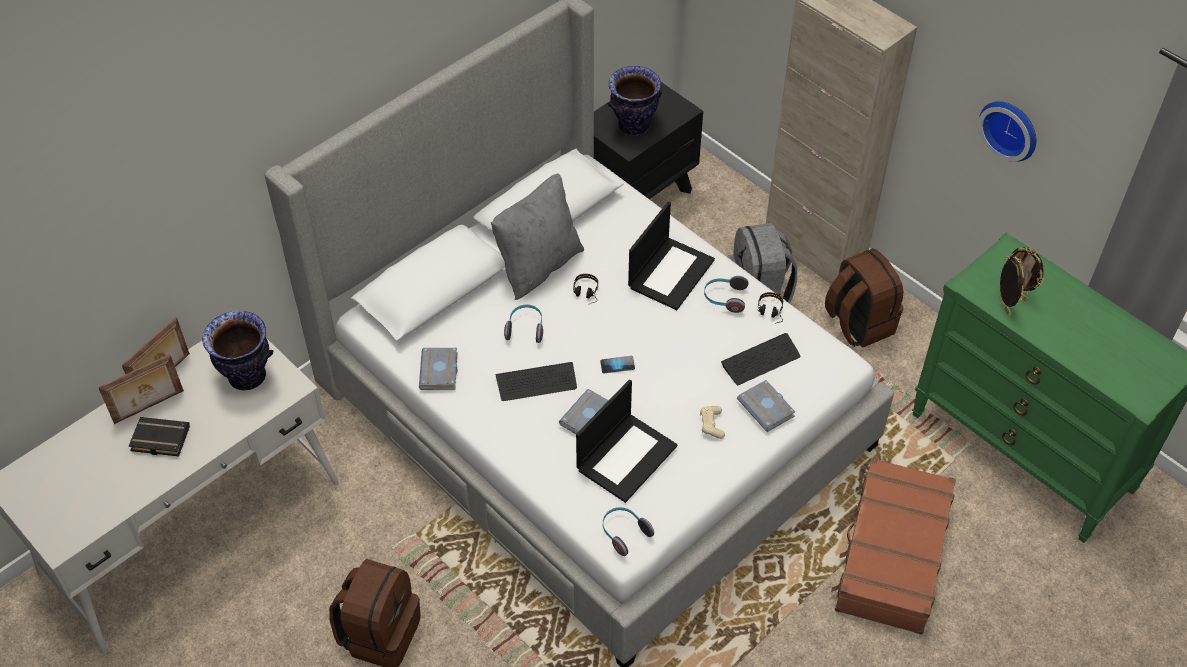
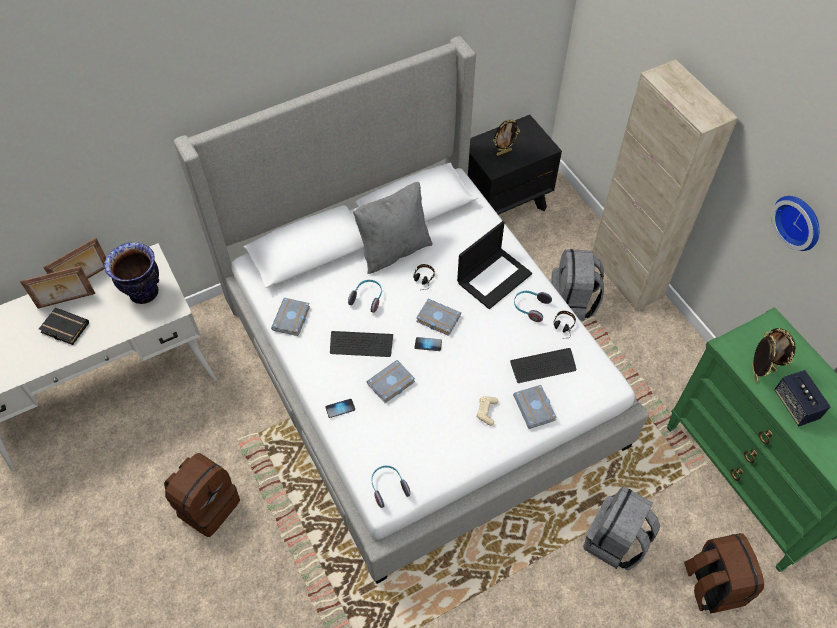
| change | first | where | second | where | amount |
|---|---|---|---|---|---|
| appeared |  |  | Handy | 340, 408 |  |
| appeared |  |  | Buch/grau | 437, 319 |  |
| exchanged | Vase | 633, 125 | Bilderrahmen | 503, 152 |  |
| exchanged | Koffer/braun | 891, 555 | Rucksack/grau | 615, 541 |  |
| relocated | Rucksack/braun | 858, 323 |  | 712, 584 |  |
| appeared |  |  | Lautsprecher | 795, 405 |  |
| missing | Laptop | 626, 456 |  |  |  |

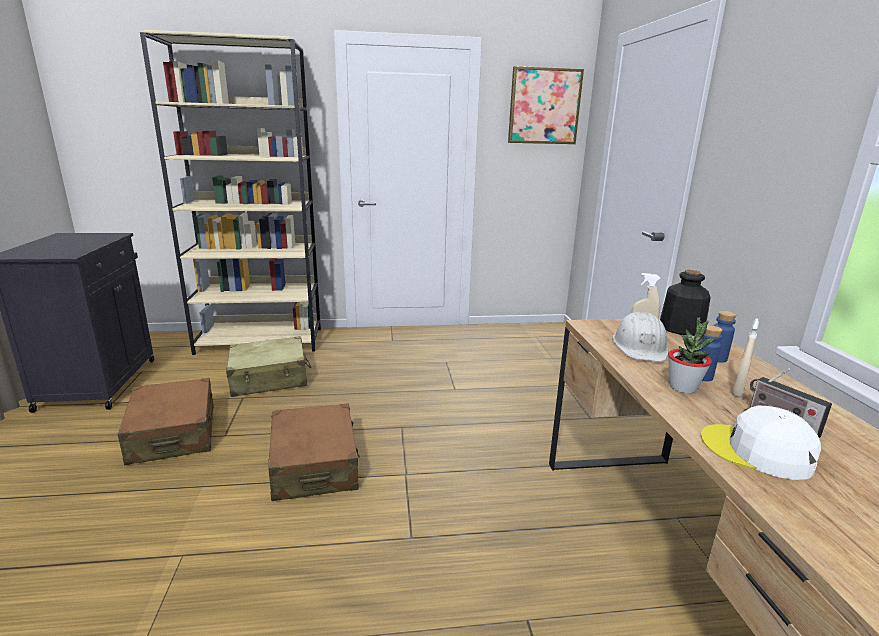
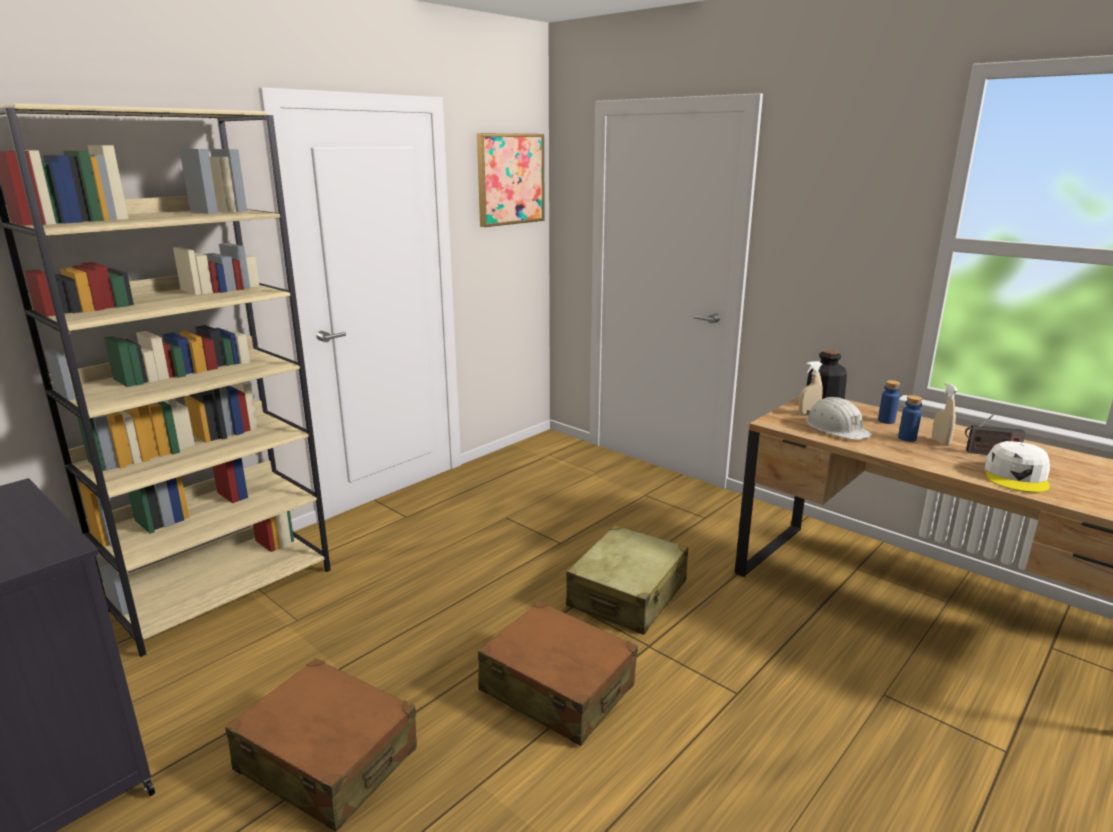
| change | first | where | second | where | amount |
|---|---|---|---|---|---|
| relocated | Koffer/beige | 269, 378 |  | 628, 594 |  |
| spun | Kappe/weiß | 757, 451 |  | 1016, 477 | 60 degrees counterclockwise |
| missing | Topfpflanze | 683, 388 |  |  |  |

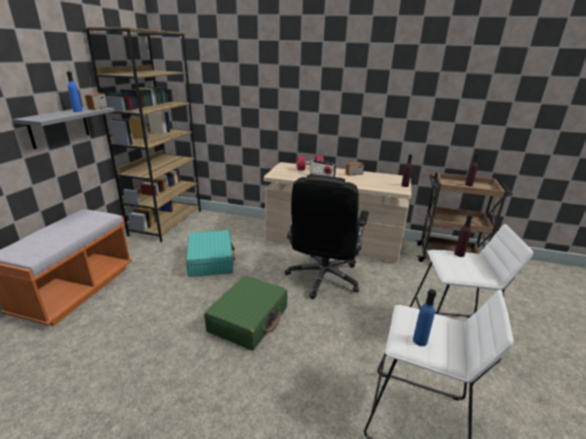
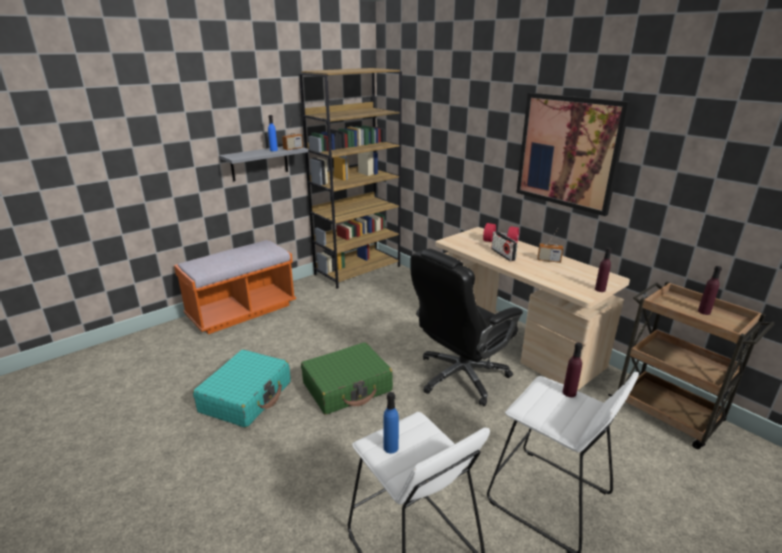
| change | first | where | second | where | amount |
|---|---|---|---|---|---|
| relocated | Koffer/türkis | 211, 260 |  | 246, 397 |  |
| appeared |  |  | Bild | 568, 152 |  |

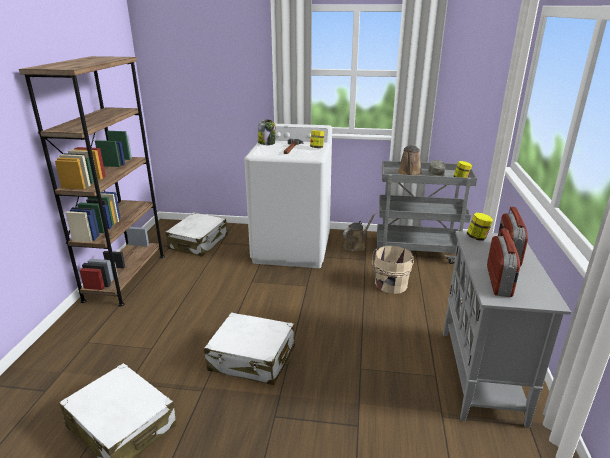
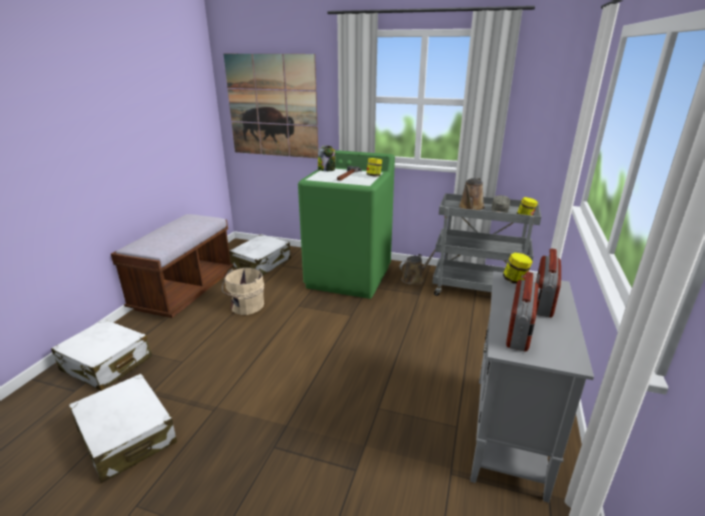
| change | first | where | second | where | amount |
|---|---|---|---|---|---|
| relocated | Koffer/weiß | 252, 358 |  | 106, 364 |  |
| exchanged | Bücherregal/braun | 125, 277 | Bank/braun | 184, 290 |  |
| relocated | Eimer/beige | 390, 285 |  | 246, 306 |  |
| appeared |  |  | Bild | 272, 106 |  |
| colour | Waschmaschine/weiß | 292, 249 | Waschmaschine/grün | 349, 277 |  |

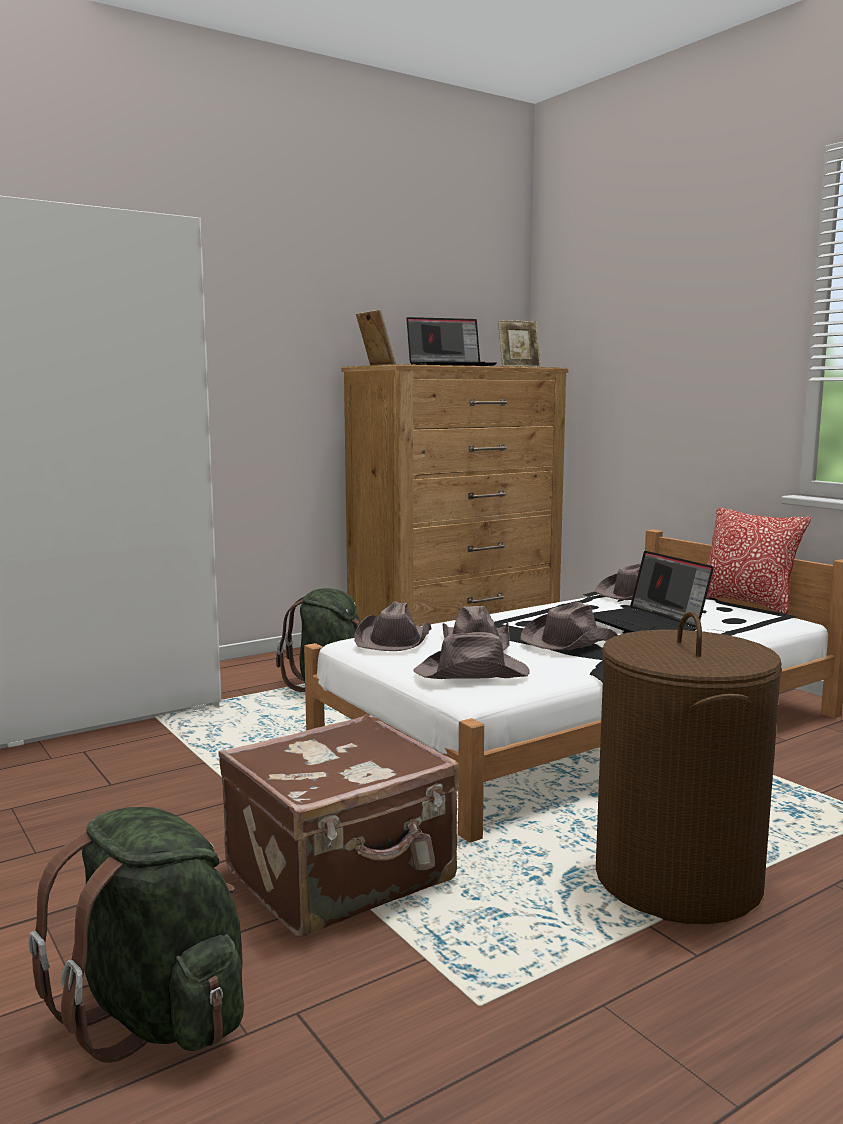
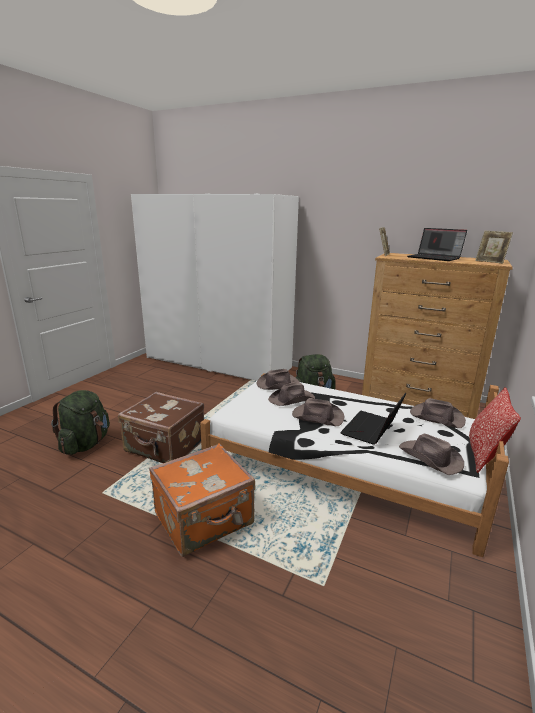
| change | first | where | second | where | amount |
|---|---|---|---|---|---|
| exchanged | Wäschekorb/braun | 676, 879 | Koffer/orange | 205, 520 |  |
| relocated | Hut/braun | 472, 674 |  | 430, 458 |  |

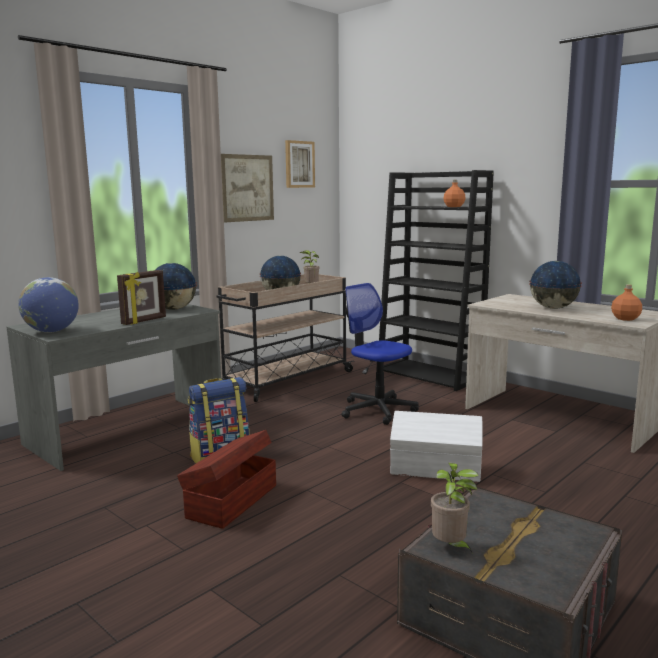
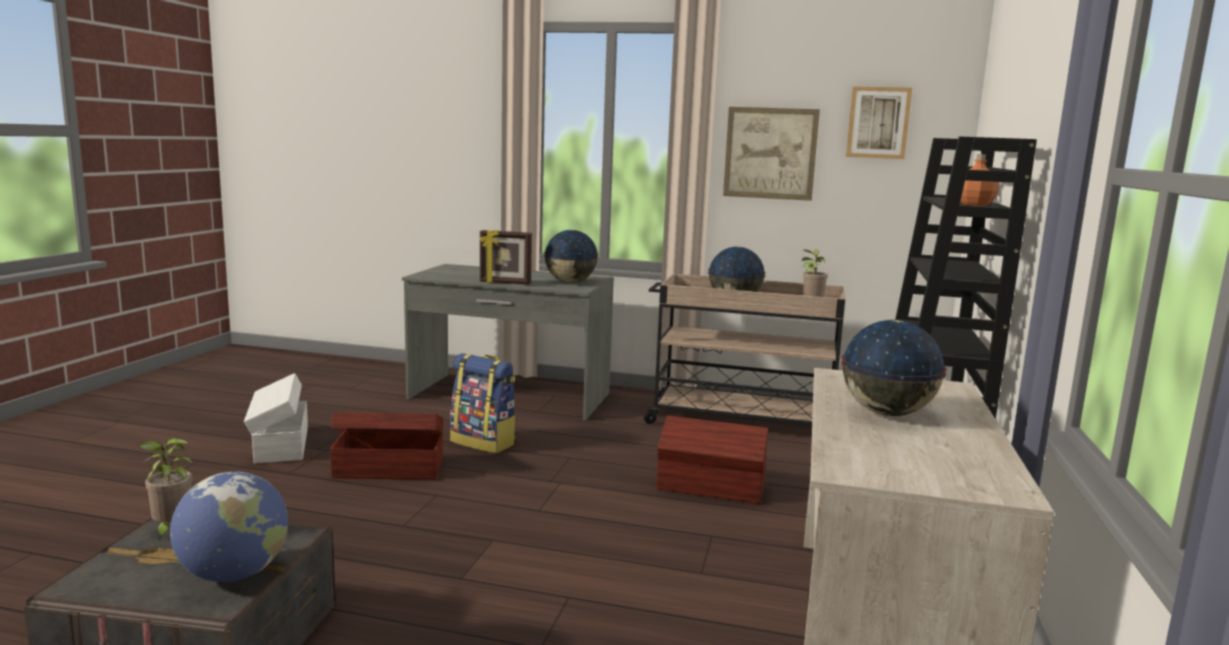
| change | first | where | second | where | amount |
|---|---|---|---|---|---|
| relocated | Globus | 52, 331 |  | 234, 574 |  |
| relocated | Aufbewahrungsbox/weiß | 436, 470 |  | 280, 444 |  |
| exchanged | Bürostuhl | 377, 410 | Aufbewahrungsbox/braun | 711, 488 |  |
| missing | Flasche/orange | 625, 319 |  |  |  |

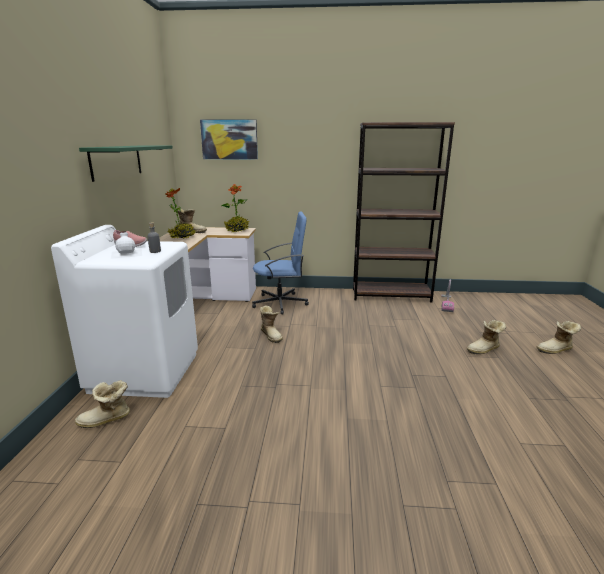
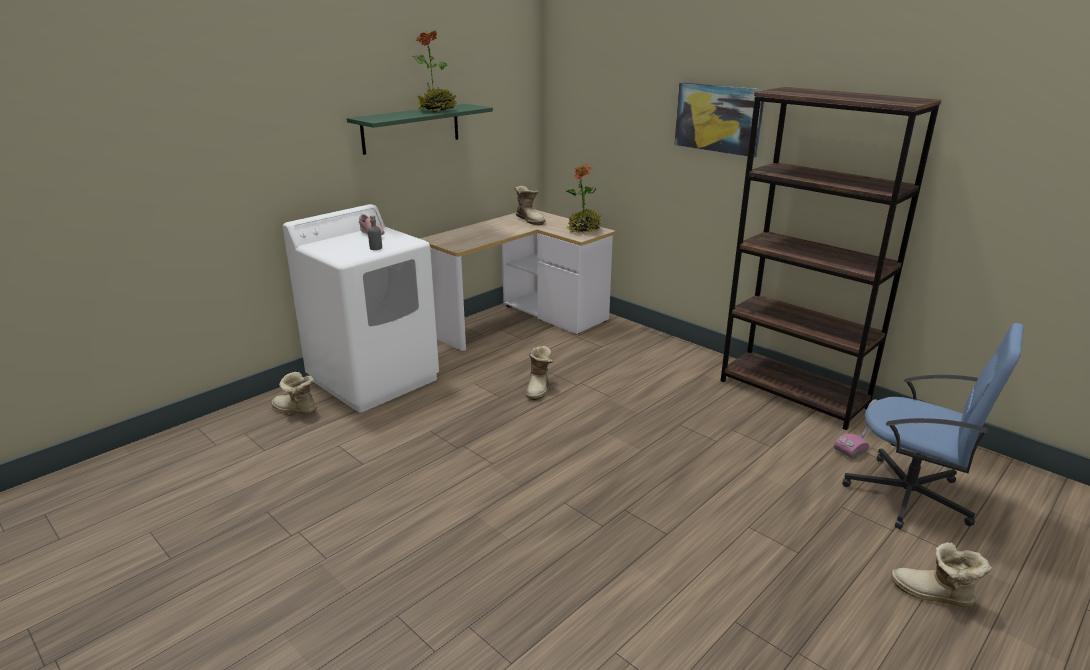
| change | first | where | second | where | amount |
|---|---|---|---|---|---|
| relocated | Topfpflanze | 182, 237 |  | 437, 110 |  |
| relocated | Bild | 229, 139 |  | 718, 118 |  |
| relocated | Bürostuhl/blau | 281, 303 |  | 910, 496 |  |
| missing | Flasche/weiß | 127, 253 |  |  |  |
| missing | Stiefel | 485, 350 |  |  |  |

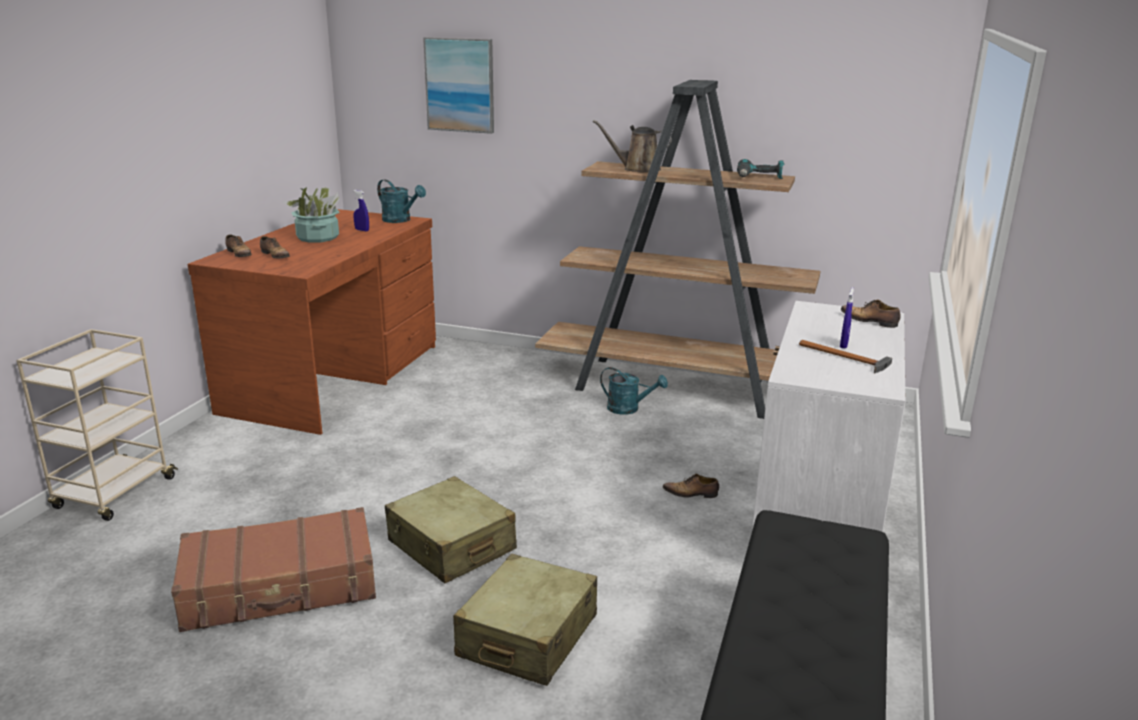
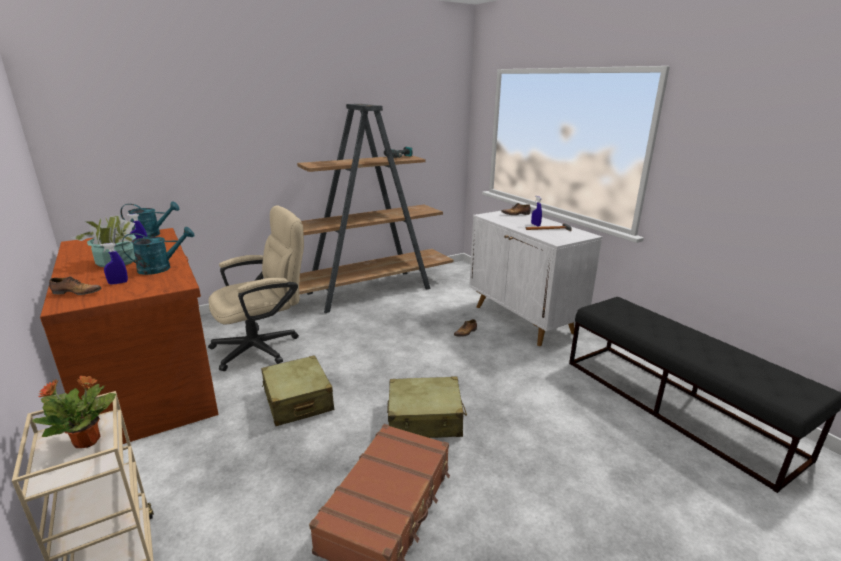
| change | first | where | second | where | amount |
|---|---|---|---|---|---|
| appeared |  |  | Topfpflanze | 88, 441 |  |
| exchanged | Schuh | 275, 255 | Sprühflasche/blau | 118, 283 |  |
| relocated | Gießkanne/türkis | 629, 409 |  | 161, 268 |  |
| appeared |  |  | Bürostuhl/beige | 264, 346 |  |
| relocated | Koffer/beige | 527, 636 |  | 298, 400 |  |
| missing | Bild | 460, 85 |  |  |  |
| missing | Gießkanne/braun | 638, 169 |  |  |  |

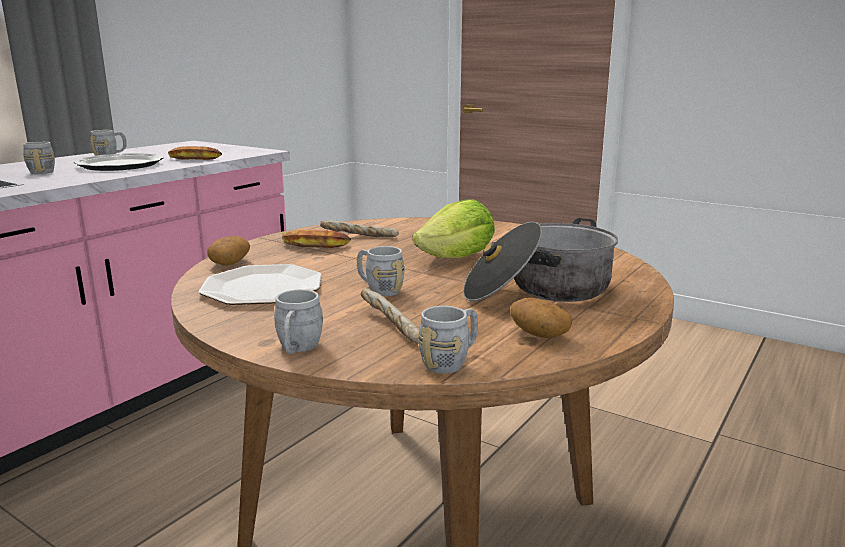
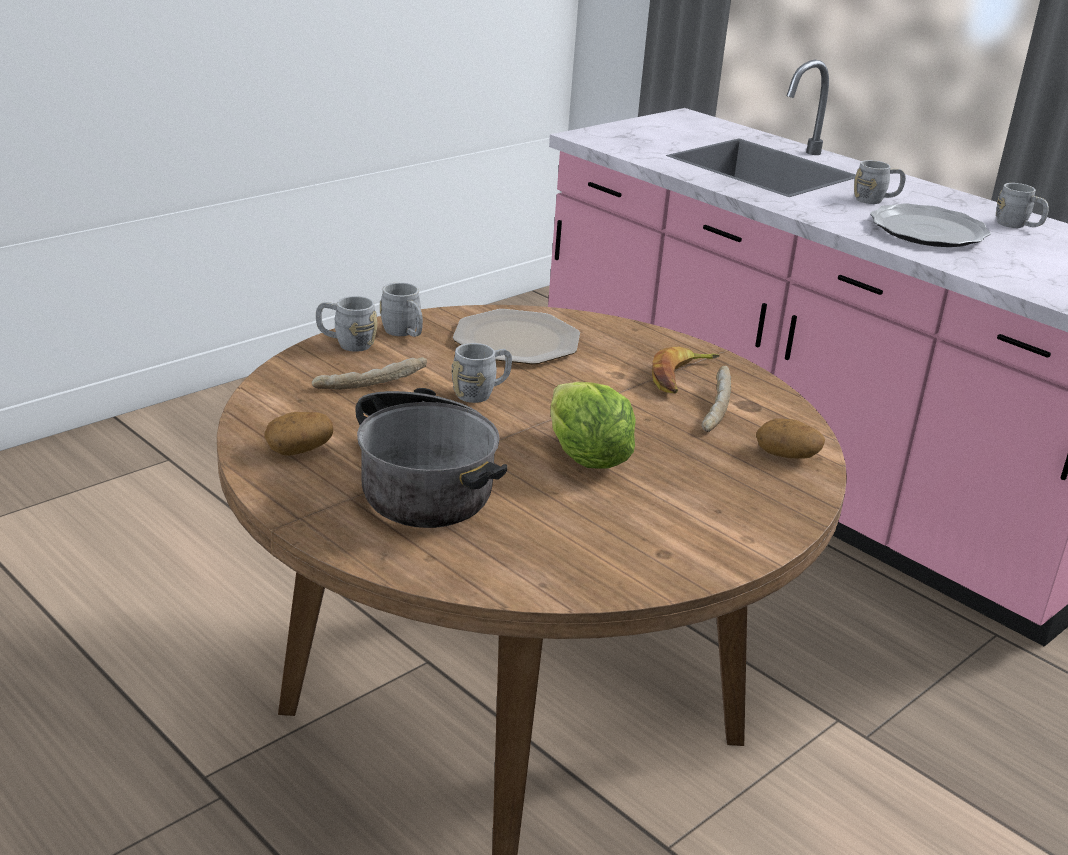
| change | first | where | second | where | amount |
|---|---|---|---|---|---|
| relocated | Henkelbecher/grau | 451, 361 |  | 404, 333 |  |
| relocated | Kartoffel | 230, 262 |  | 787, 454 |  |
| missing | Banane | 193, 158 |  |  |  |

